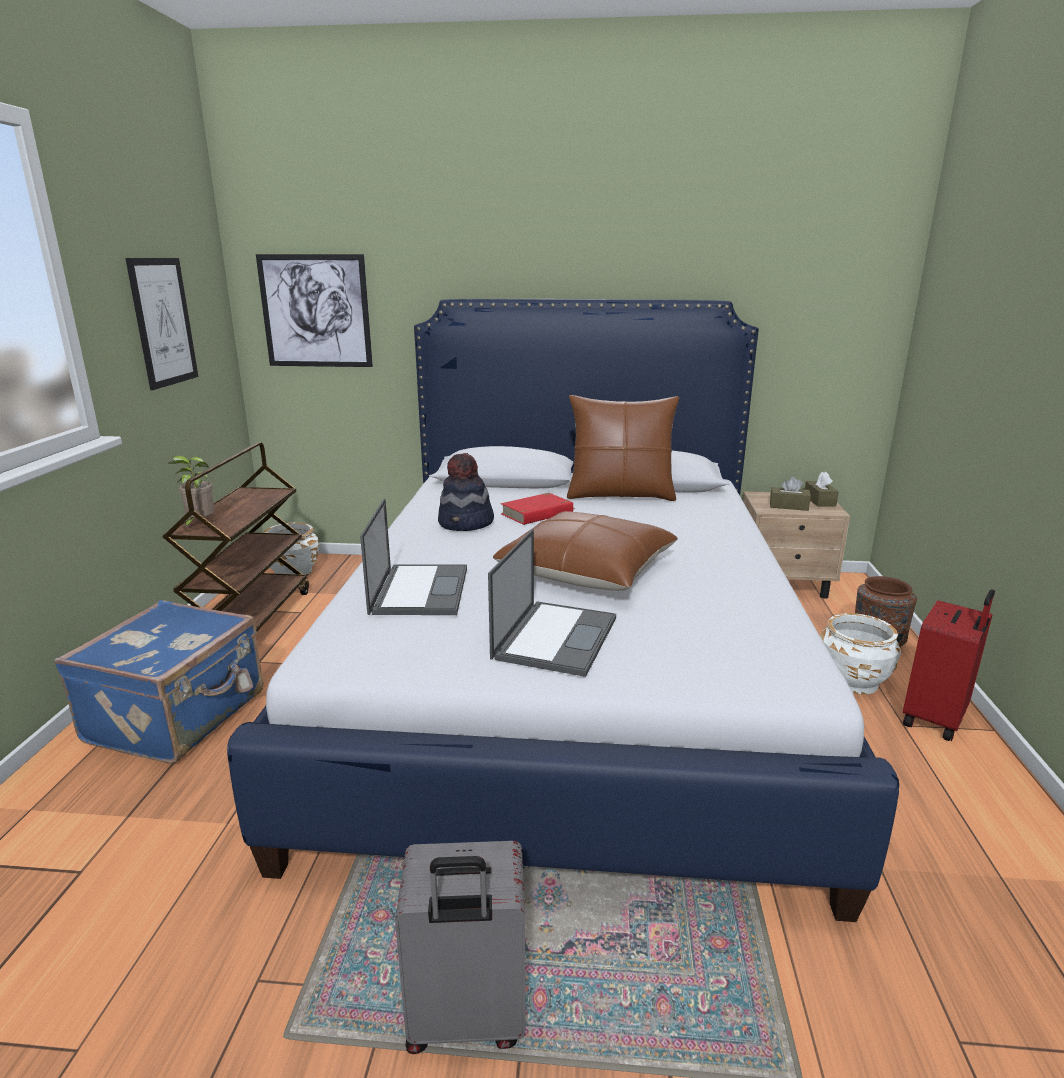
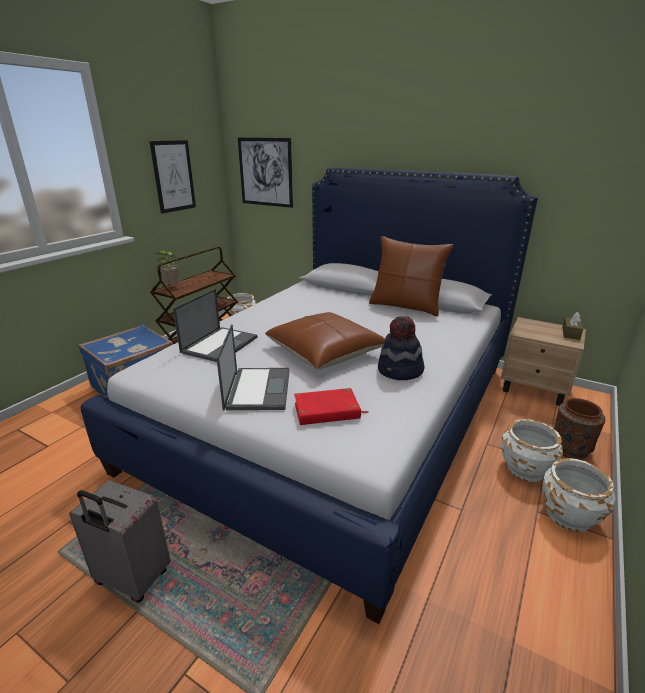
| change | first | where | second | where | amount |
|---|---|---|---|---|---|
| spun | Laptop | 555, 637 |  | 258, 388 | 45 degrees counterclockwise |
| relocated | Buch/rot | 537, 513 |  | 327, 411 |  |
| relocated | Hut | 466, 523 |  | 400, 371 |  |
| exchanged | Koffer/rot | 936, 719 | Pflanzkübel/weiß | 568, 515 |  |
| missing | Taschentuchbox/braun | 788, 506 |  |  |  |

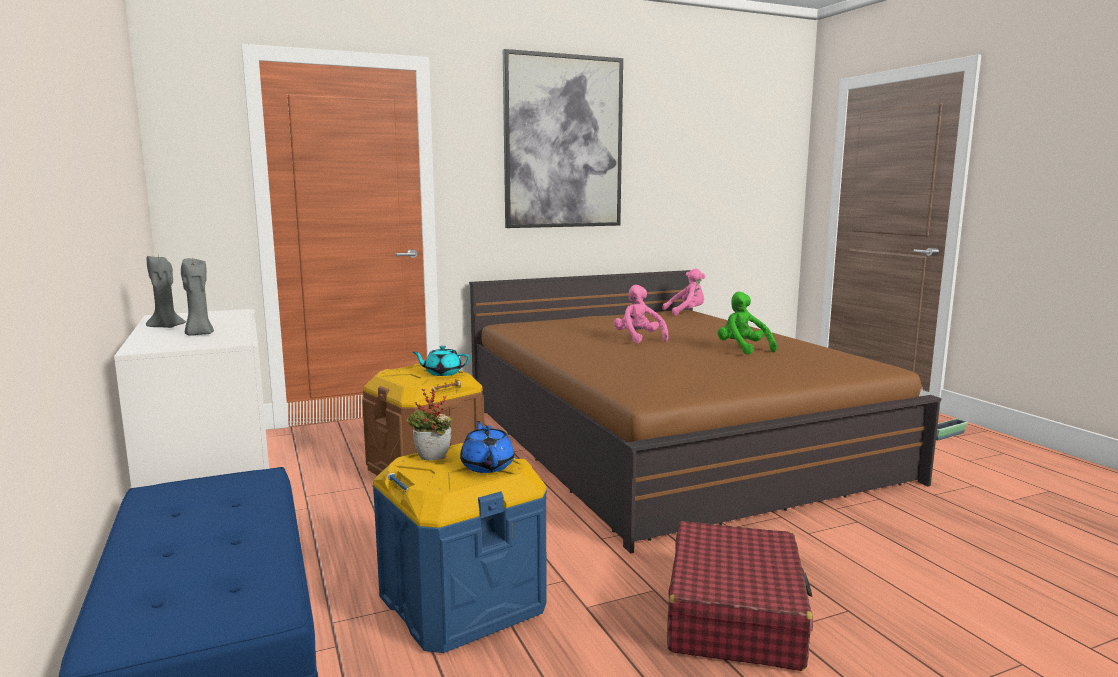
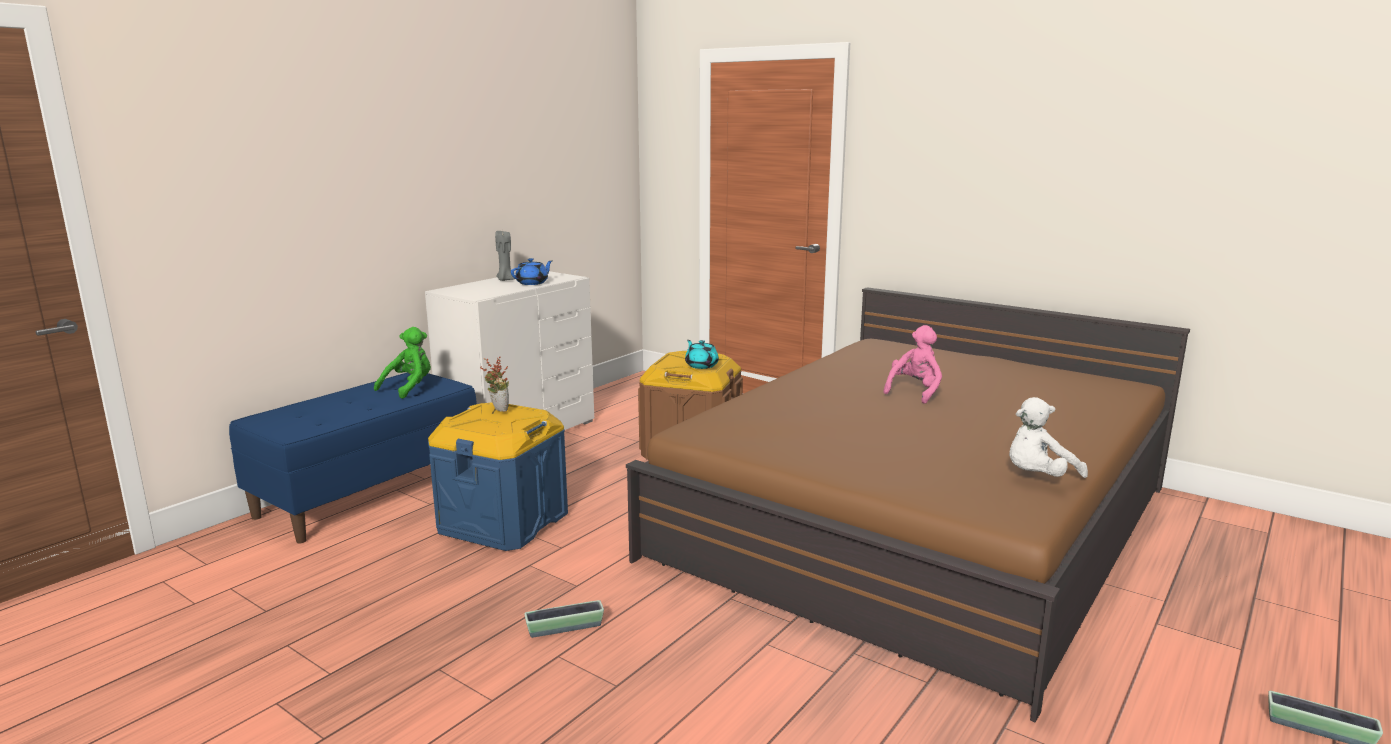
| change | first | where | second | where | amount |
|---|---|---|---|---|---|
| relocated | Plüschtier/grün | 742, 349 |  | 409, 388 |  |
| relocated | Teekanne/blau | 487, 465 |  | 532, 283 |  |
| exchanged | Koffer/rot | 735, 614 | Pflanzkübel | 565, 628 |  |
| appeared |  |  | Plüschtier/weiß | 1038, 477 |  |
| missing | Kerze/grau | 199, 334 |  |  |  |
| missing | Bild | 563, 142 |  |  |  |
| missing | Plüschtier/rosa | 686, 312 |  |  |  |

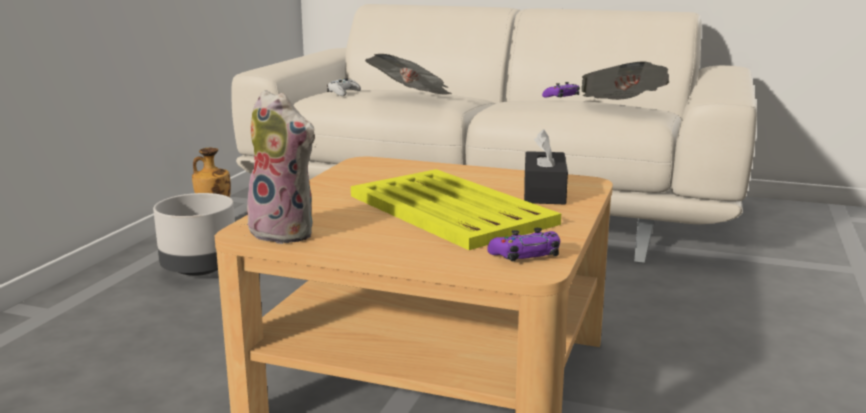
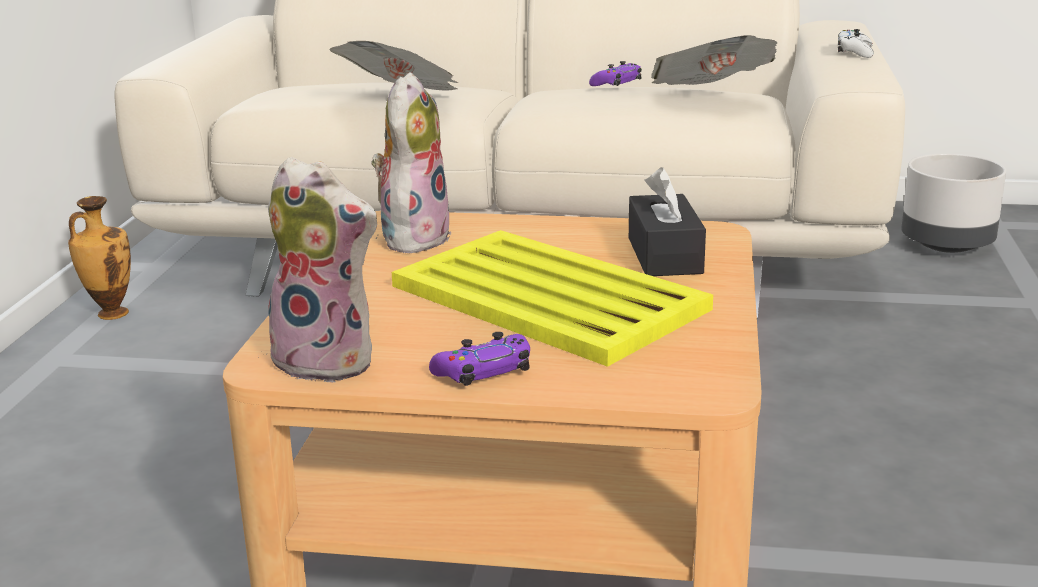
| change | first | where | second | where | amount |
|---|---|---|---|---|---|
| appeared |  |  | Plüschtier | 413, 237 |  |
| relocated | Gamepad/lila | 525, 255 |  | 483, 371 |  |
| relocated | Gamepad/weiß | 343, 92 |  | 854, 52 |  |
| relocated | Pflanzkübel/grau | 200, 269 |  | 947, 245 |  |

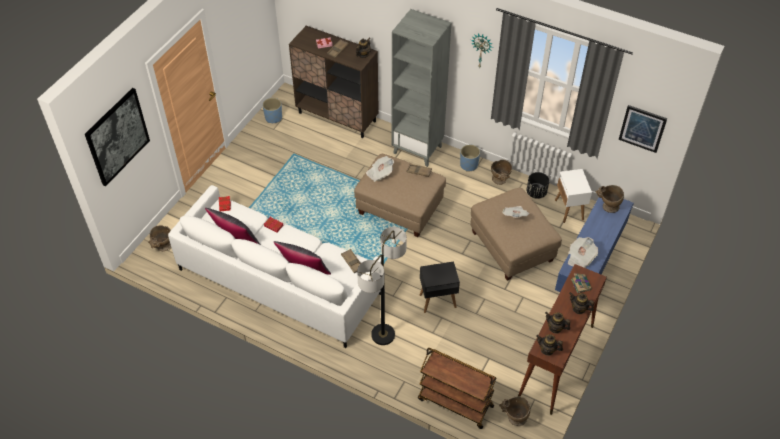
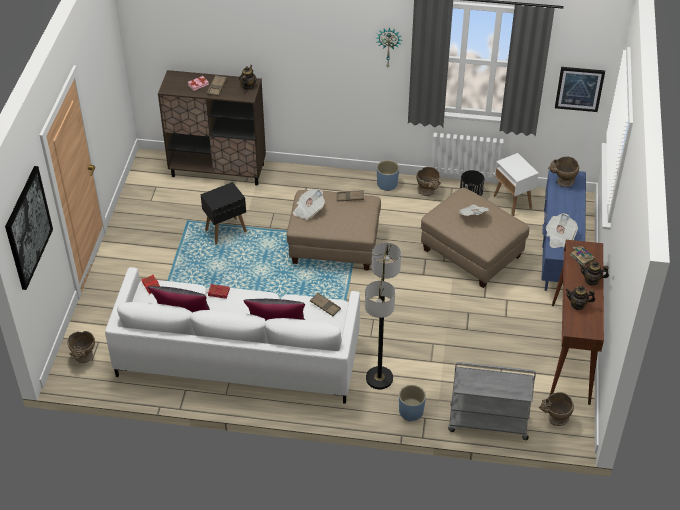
| change | first | where | second | where | amount |
|---|---|---|---|---|---|
| relocated | Beistelltisch/schwarz | 437, 301 |  | 225, 231 |  |
| relocated | Pflanzkübel/blau | 273, 118 |  | 411, 411 |  |
| colour | Rollwagen/braun | 454, 403 | Rollwagen/grau | 487, 423 |  |
| missing | Bücherregal/grau | 418, 149 |  |  |  |
| missing | Teekanne | 547, 350 |  |  |  |

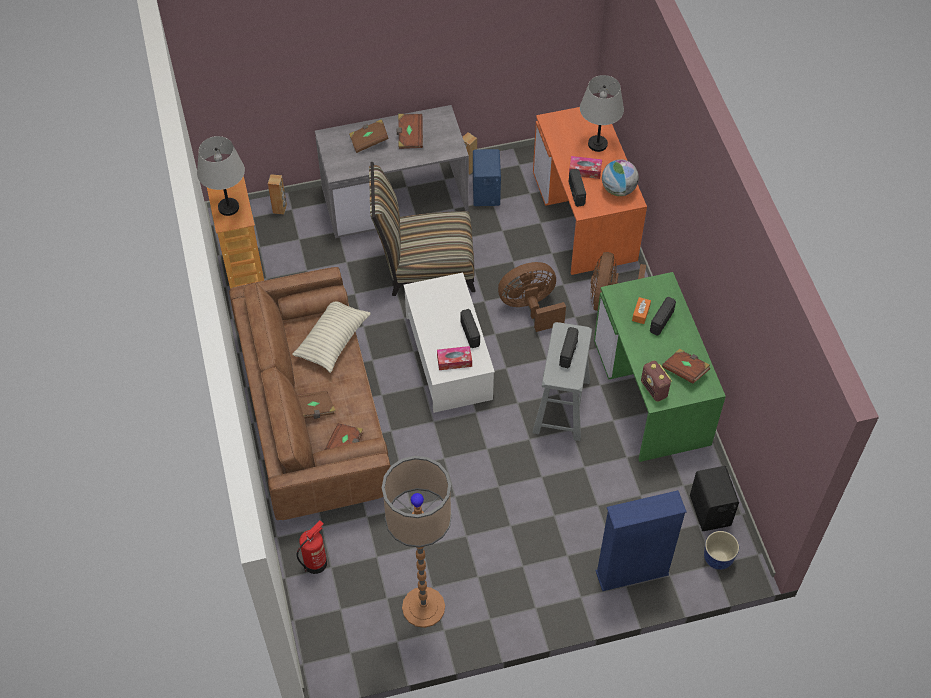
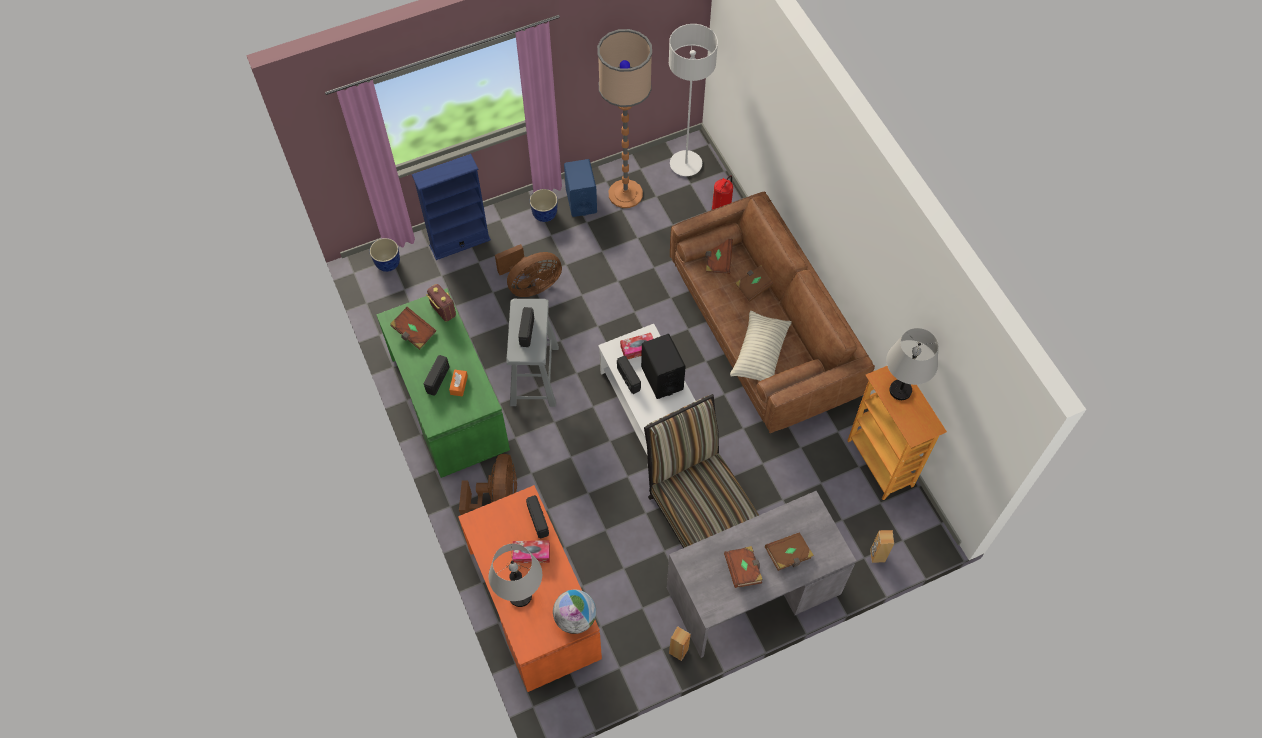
| change | first | where | second | where | amount |
|---|---|---|---|---|---|
| relocated | Ventilator/braun | 530, 308 |  | 531, 285 |  |
| appeared |  |  | Pflanzkübel | 545, 214 |  |
| relocated | Globus | 618, 189 |  | 575, 618 |  |
| relocated | Lautsprecher/blau | 486, 192 |  | 581, 201 |  |
| relocated | Lautsprecher/schwarz | 710, 511 |  | 662, 378 |  |
| spun | Stuhl | 424, 265 |  | 699, 509 | 105 degrees counterclockwise |
| appeared |  |  | Stehlampe/grau | 686, 164 |  |

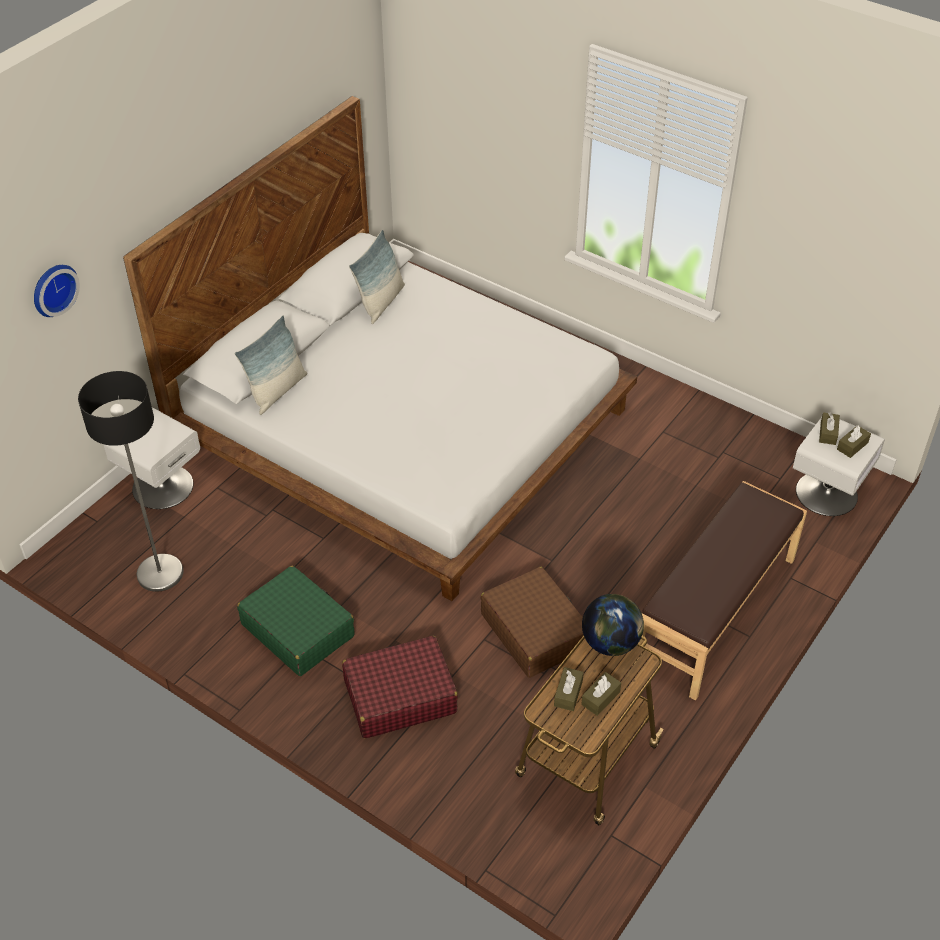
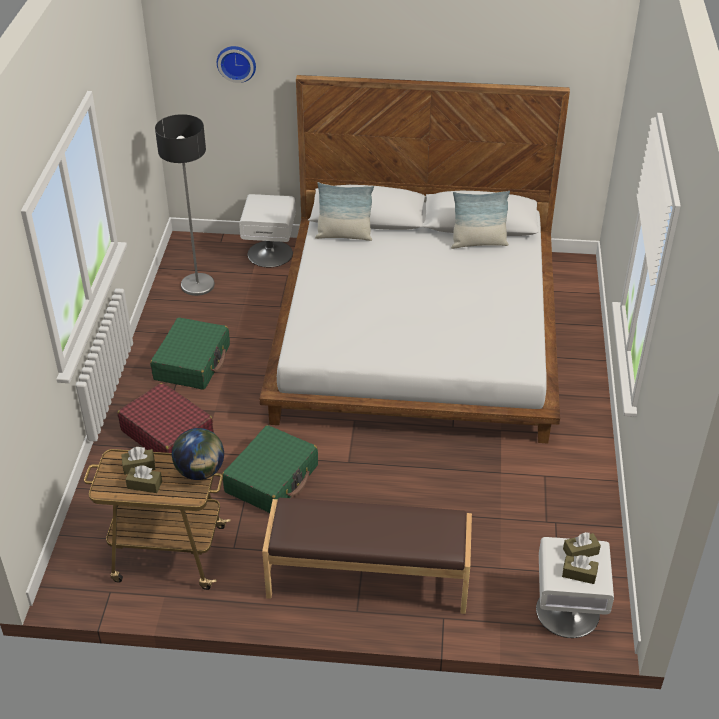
| change | first | where | second | where | amount |
|---|---|---|---|---|---|
| colour | Koffer/braun | 534, 631 | Koffer/grün | 272, 479 |  |

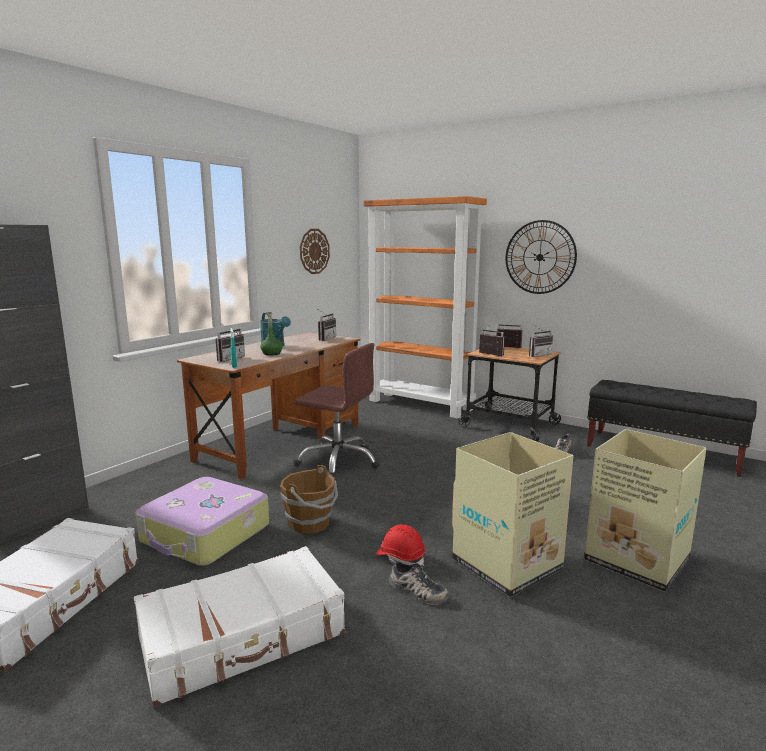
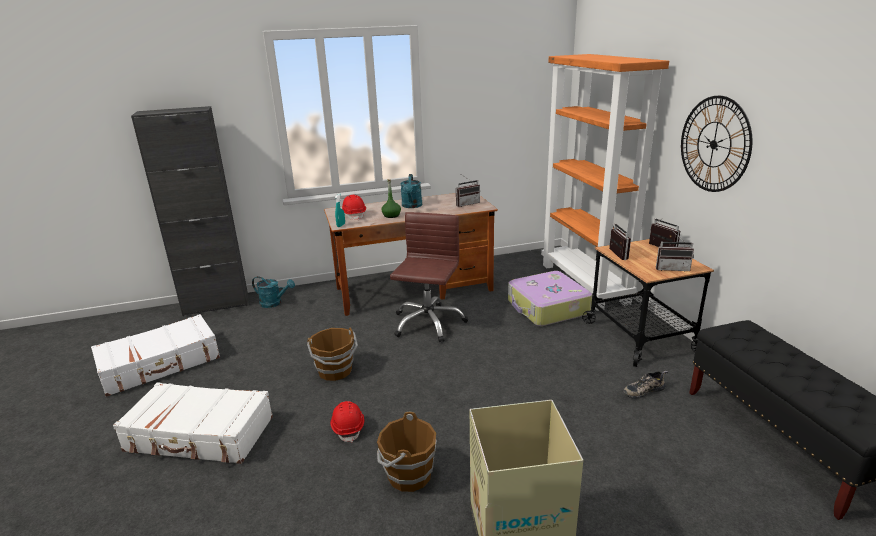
| change | first | where | second | where | amount |
|---|---|---|---|---|---|
| appeared |  |  | Gießkanne/türkis | 274, 303 |  |
| exchanged | Radio | 229, 358 | Schutzhelm/rot | 354, 215 |  |
| exchanged | Karton | 508, 564 | Eimer/braun | 407, 475 |  |
| spun | Bürostuhl/braun | 338, 461 |  | 428, 323 | 135 degrees counterclockwise |
| relocated | Koffer | 205, 534 |  | 547, 308 |  |
| missing | Wanduhr | 314, 251 |  |  |  |
| missing | Schuh | 416, 591 |  |  |  |

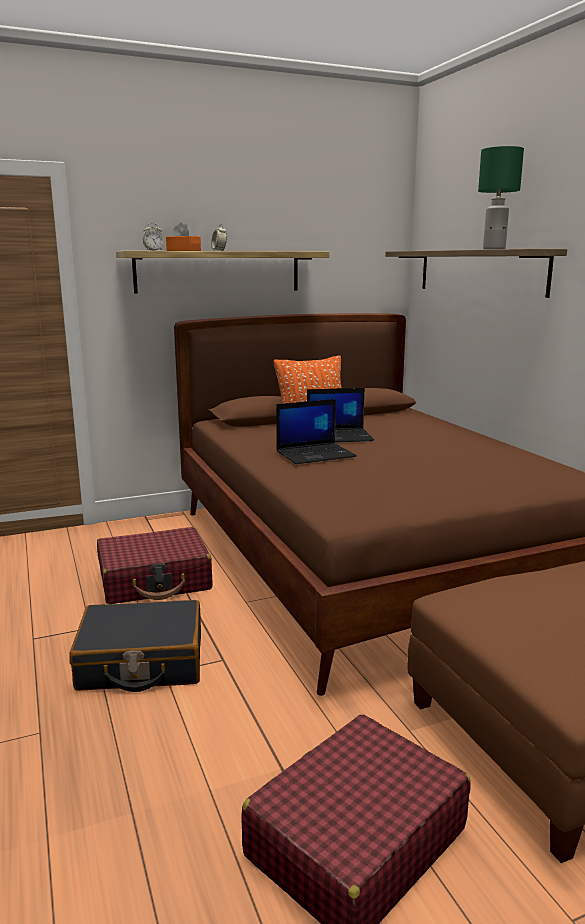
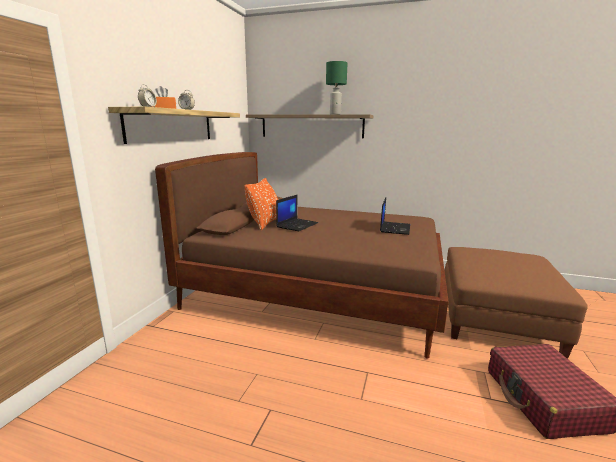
| change | first | where | second | where | amount |
|---|---|---|---|---|---|
| relocated | Laptop | 316, 454 |  | 394, 228 |  |
| missing | Koffer/schwarz | 141, 662 |  |  |  |
| missing | Koffer/rot | 155, 580 |  |  |  |

